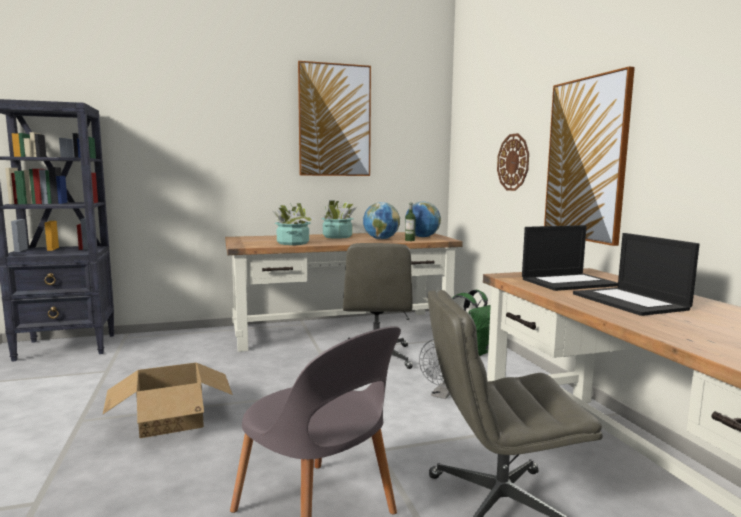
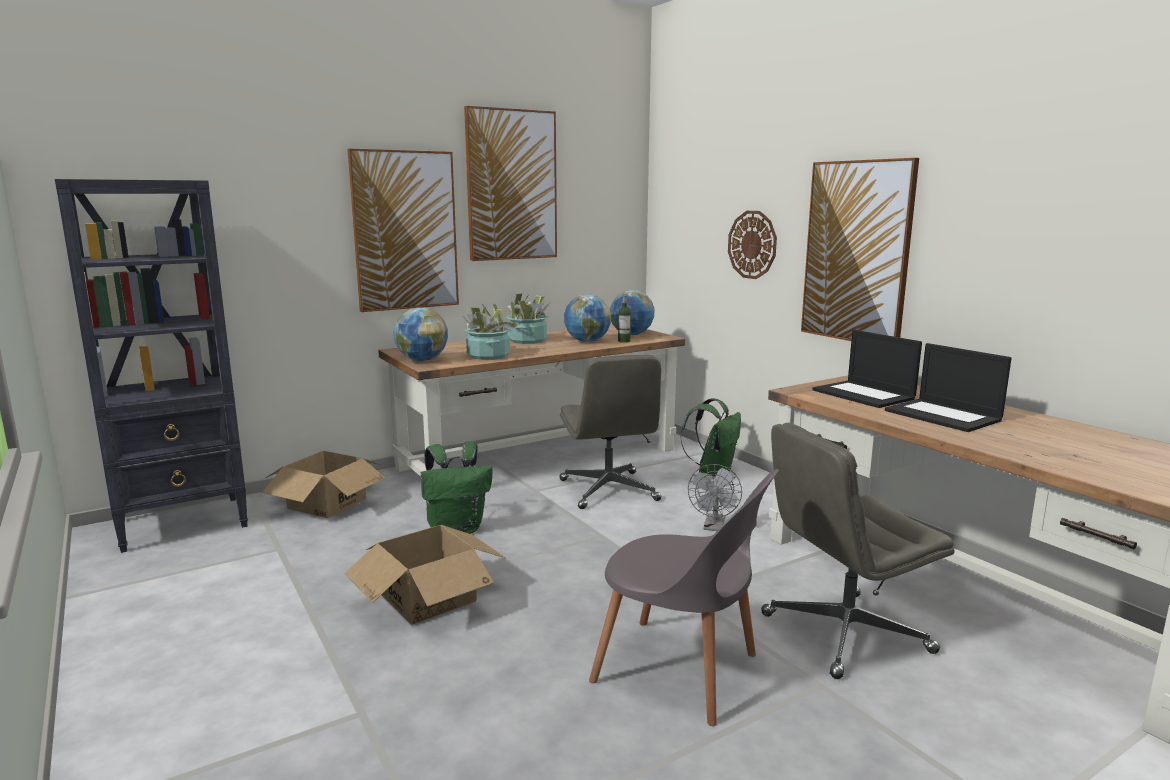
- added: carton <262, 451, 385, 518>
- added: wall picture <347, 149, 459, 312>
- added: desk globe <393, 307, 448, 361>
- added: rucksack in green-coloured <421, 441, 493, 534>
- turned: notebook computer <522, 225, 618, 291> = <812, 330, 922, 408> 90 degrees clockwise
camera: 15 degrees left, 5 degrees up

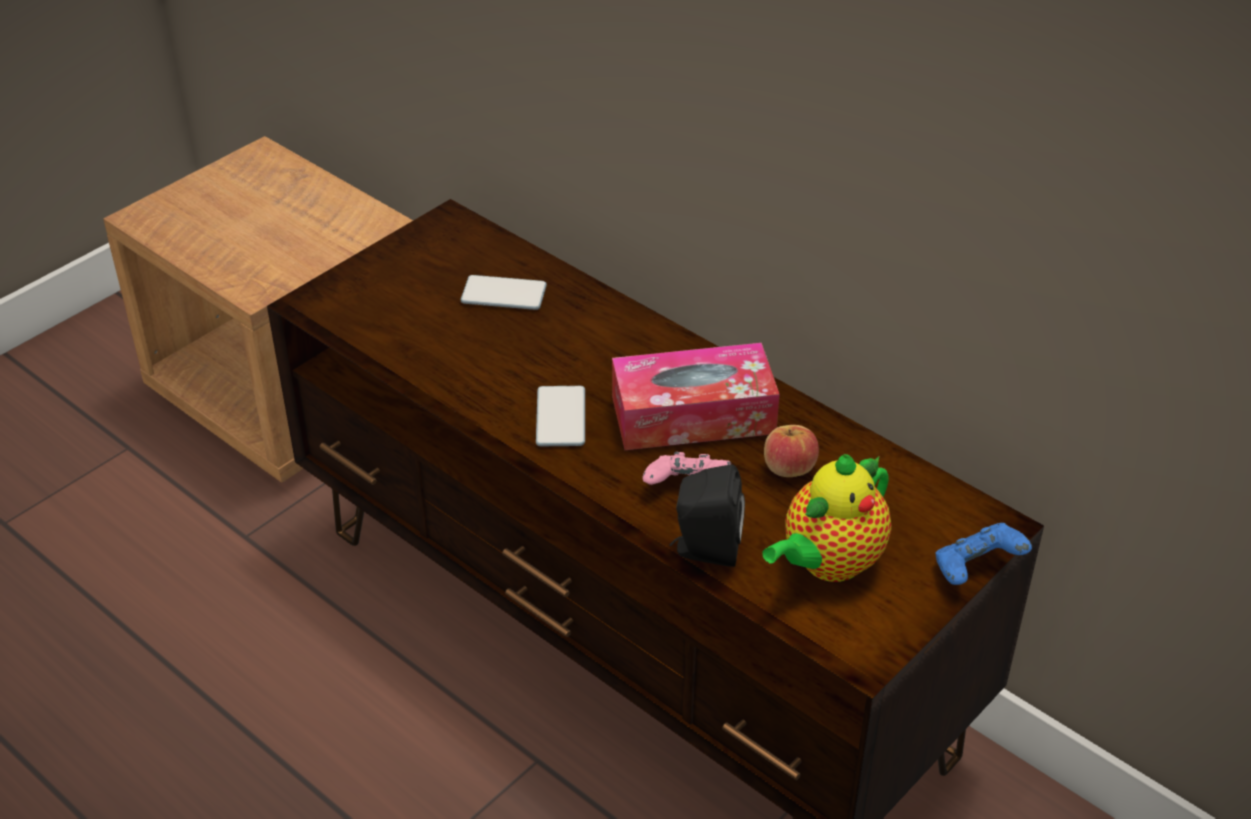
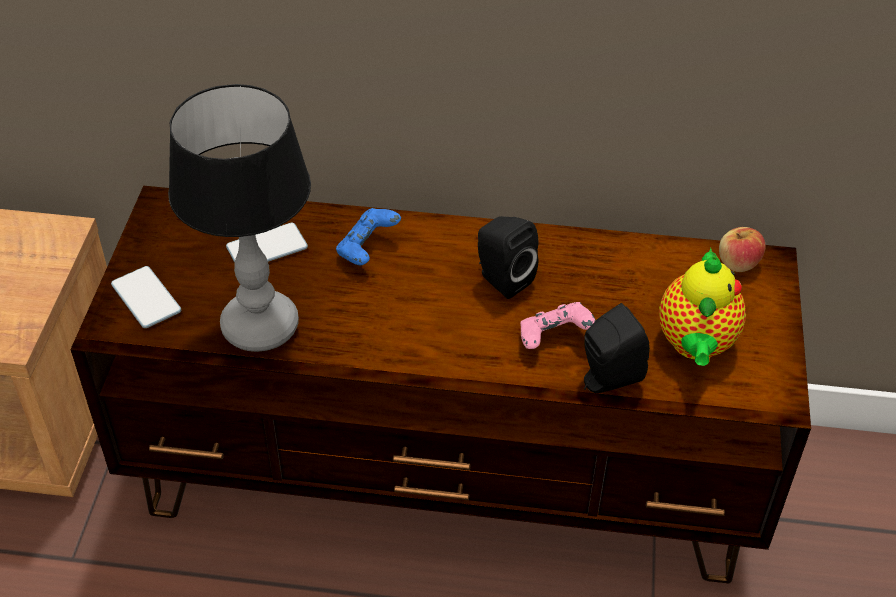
- moved: phone <536, 386, 585, 446> to <111, 266, 181, 328>
- added: table lamp <168, 84, 311, 352>
- moved: joypad in blue-coloured <935, 523, 1032, 585> to <336, 208, 401, 266>
- replaced: tissue holder <612, 343, 780, 450> to speaker in blackish <478, 216, 539, 299>
- moved: apple fruit <764, 425, 819, 477> to <719, 227, 766, 272>
camera: 35 degrees left, 5 degrees up

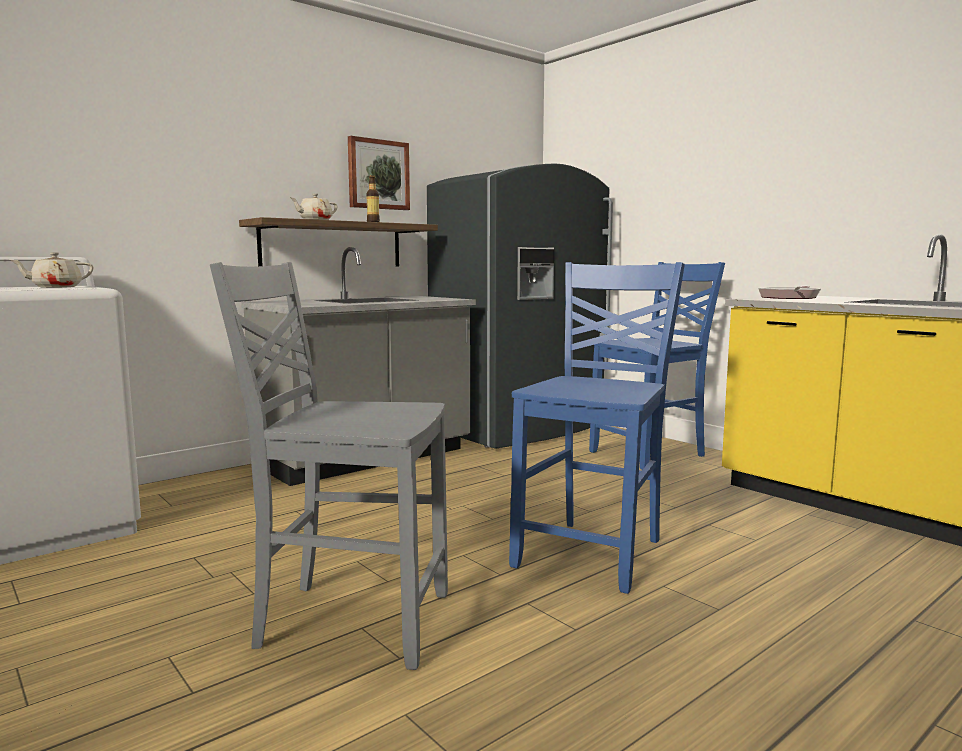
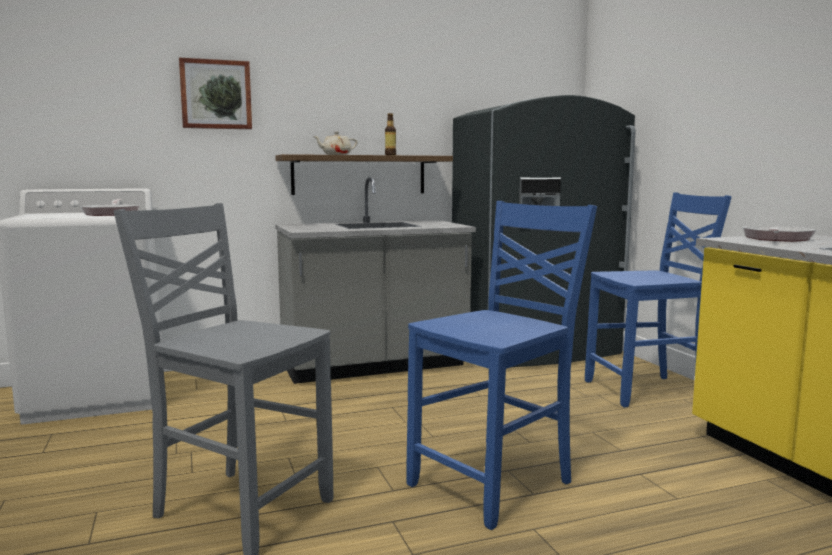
- replaced: tea pot in beige-coloured <11, 252, 93, 288> to frying pan <80, 199, 139, 216>
- moved: wall picture <348, 136, 410, 210> to <179, 58, 252, 129>
camera: 20 degrees right, 0 degrees up

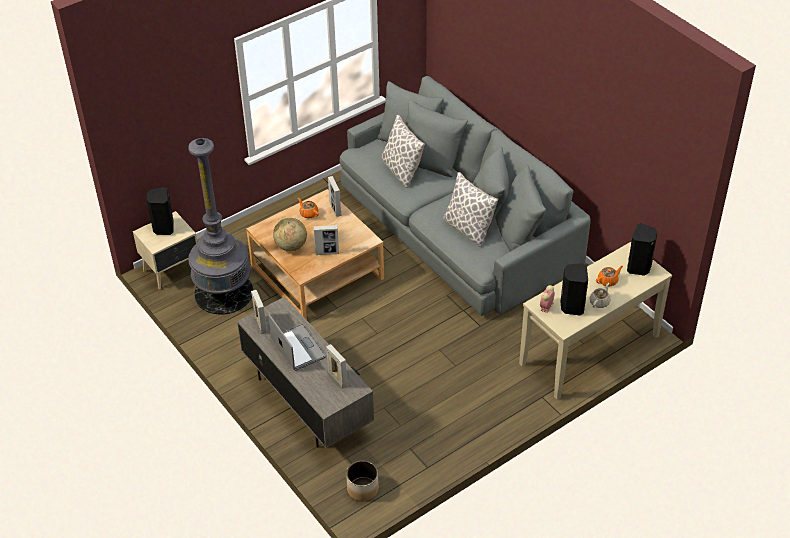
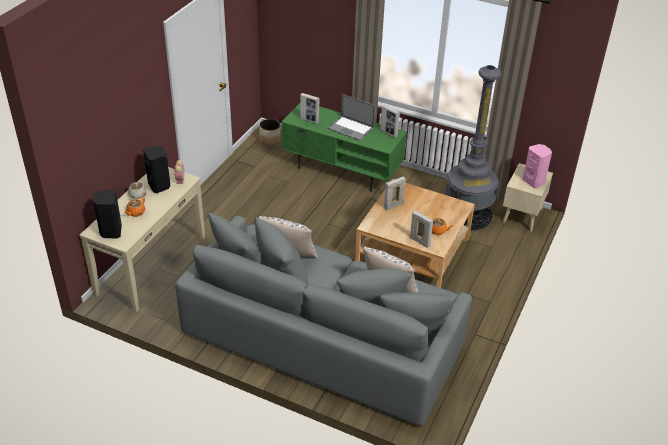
- recoloured: tv stand in gray <237, 297, 374, 448> to tv stand in green-coloured <282, 103, 407, 192>
- recoloured: speaker in blackish <147, 187, 174, 235> to speaker in pinkish <523, 144, 552, 188>
- removed: desk globe <273, 218, 307, 251>
camera: 150 degrees right, 5 degrees down

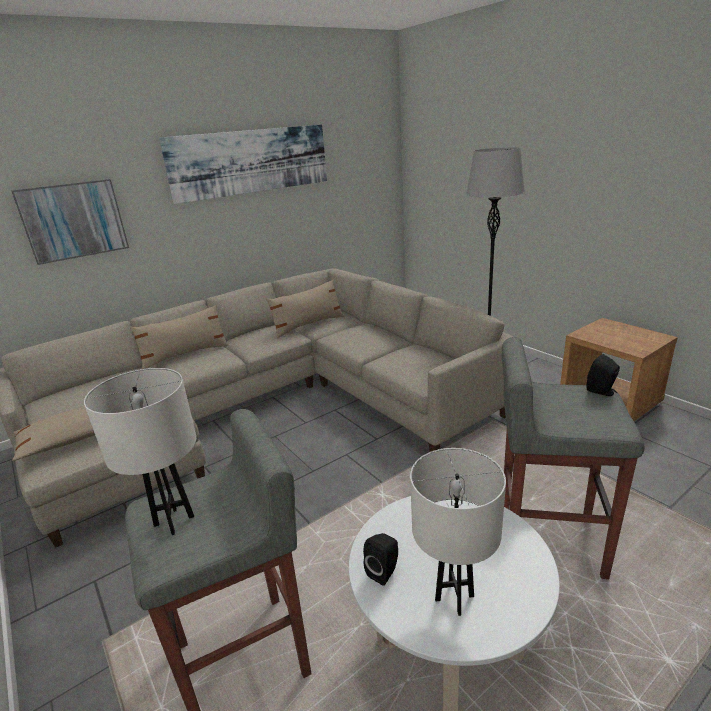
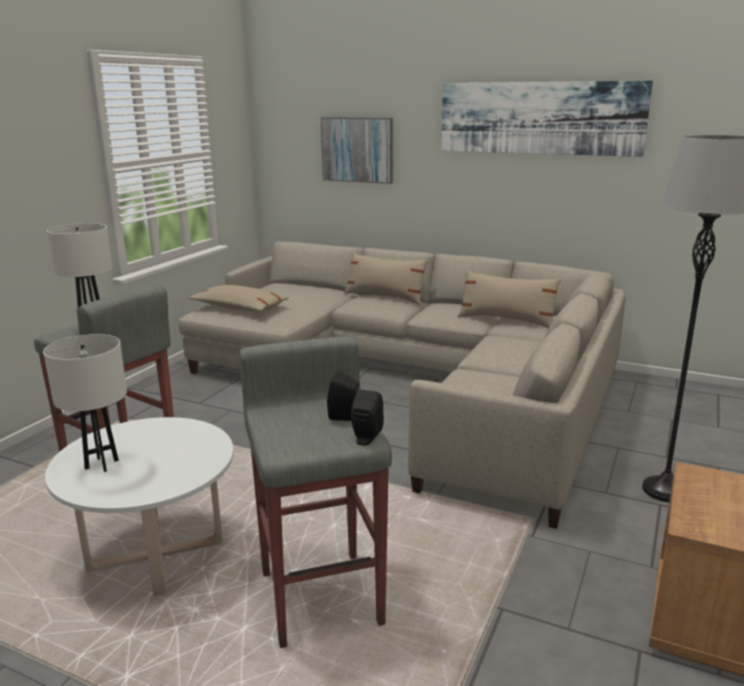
- moved: speaker in blackish <363, 533, 398, 586> to <327, 371, 359, 421>
camera: 60 degrees right, 5 degrees down

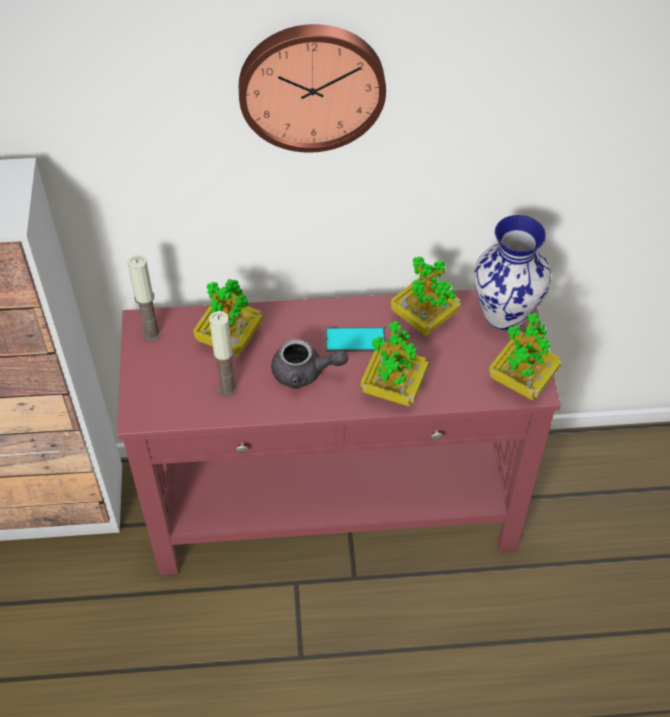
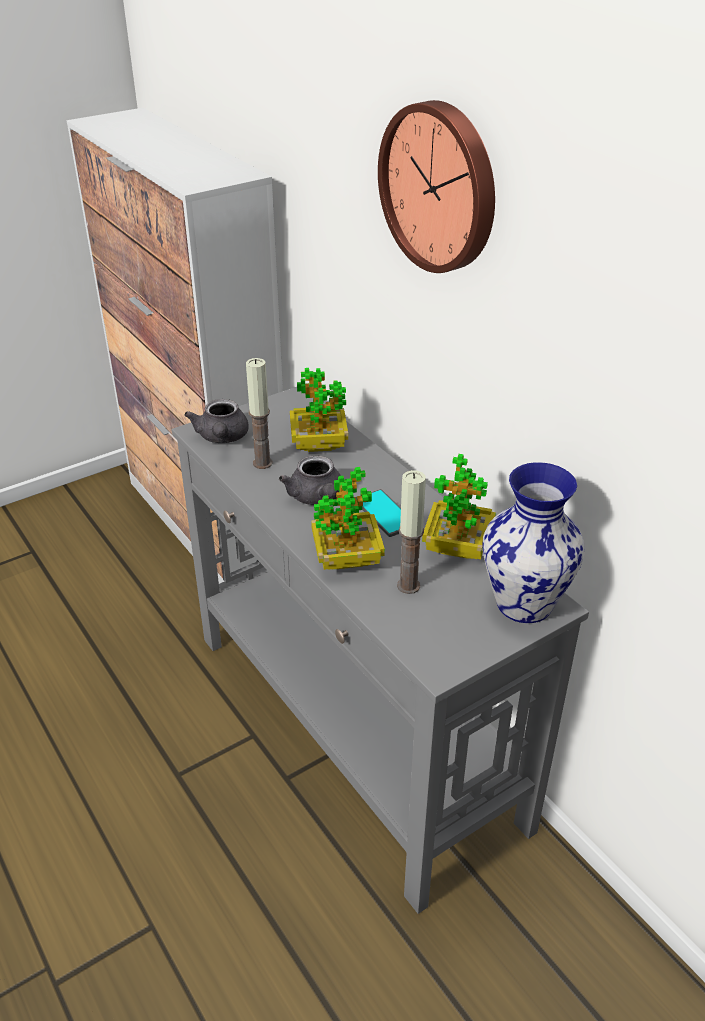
- recoloured: console table in red-coloured <117, 289, 561, 575> to console table in gray <172, 387, 589, 914>
- added: tea pot in gray <184, 399, 249, 443>
- moved: candle <128, 255, 161, 341> to <397, 470, 426, 594>
- removed: plant in a pot <489, 313, 561, 400>
camera: 60 degrees right, 15 degrees down

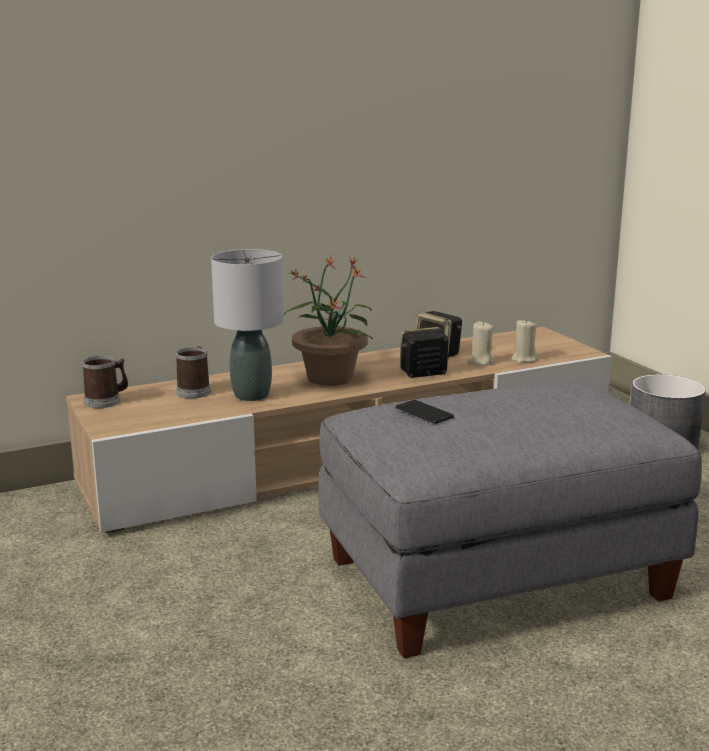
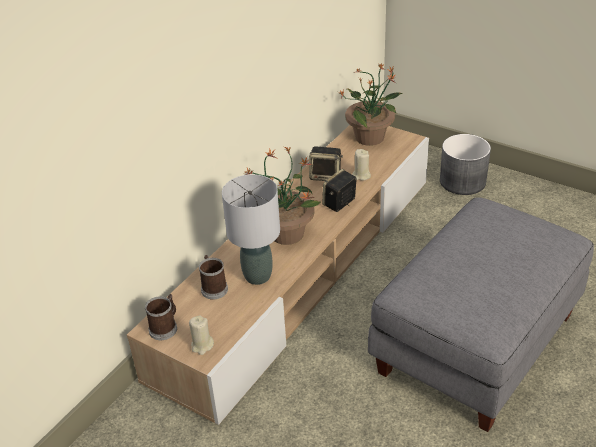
- moved: candle in beige-coloured <512, 319, 538, 363> to <189, 315, 214, 355>
- added: plant in a pot <338, 63, 402, 146>
- removed: phone <395, 400, 454, 424>
camera: 30 degrees left, 20 degrees up

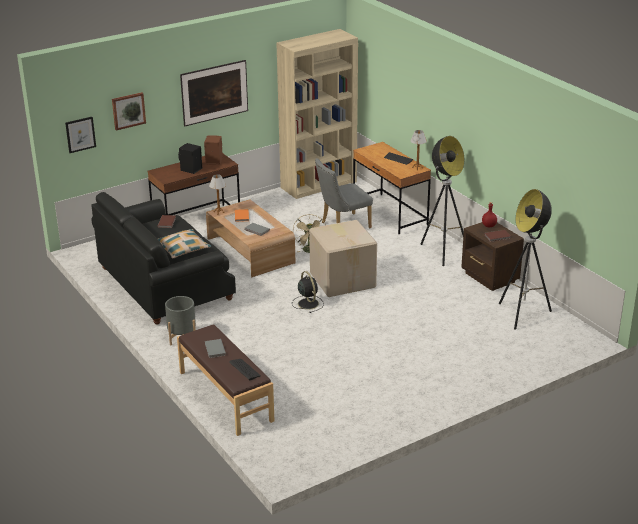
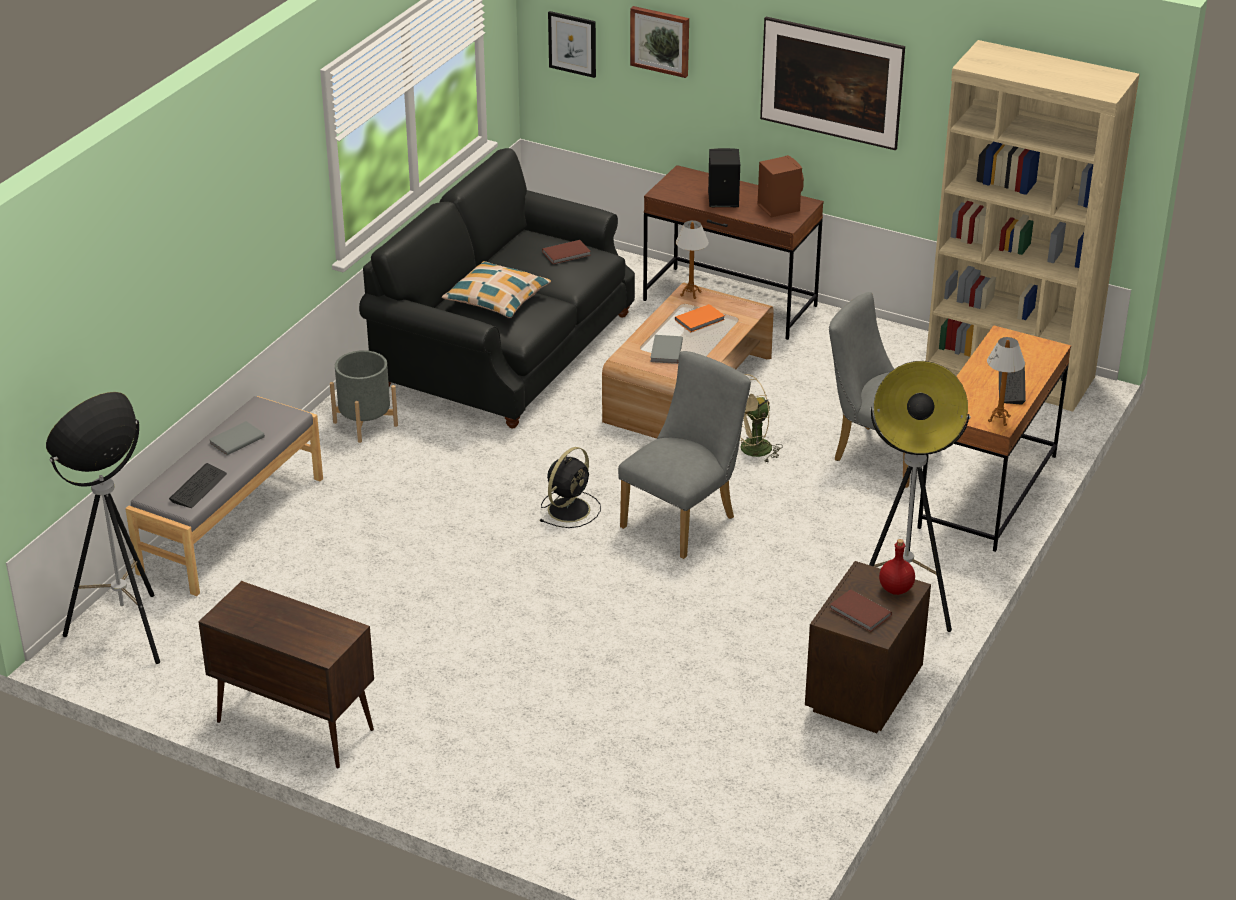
- moved: floor lamp <499, 189, 552, 330> to <46, 392, 160, 664>
- recoloured: long seat in brown <177, 324, 274, 436> to long seat in gray <125, 396, 323, 596>
- added: cabinet in brown <198, 581, 374, 768>
- replaced: carton <309, 220, 377, 297> to plain chair in gray <618, 351, 751, 559>
camera: 60 degrees right, 5 degrees up

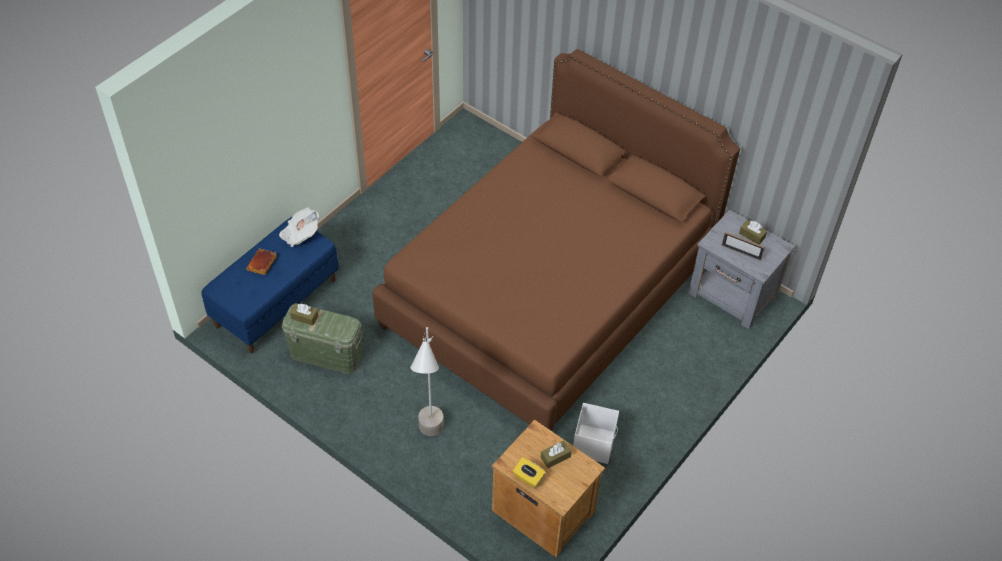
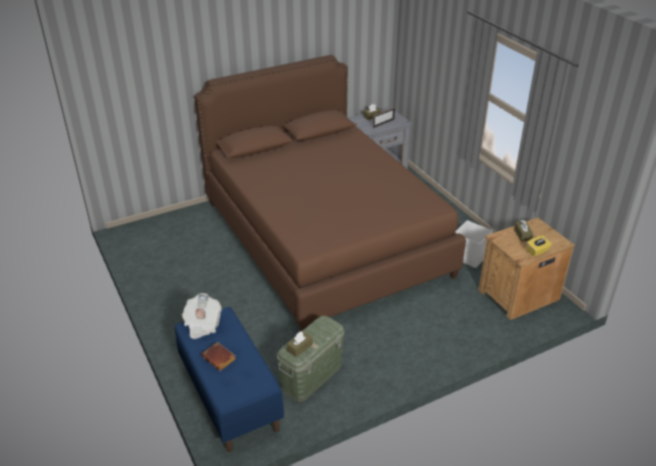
- removed: floor lamp in gray <410, 327, 444, 436>
camera: 65 degrees left, 15 degrees down

